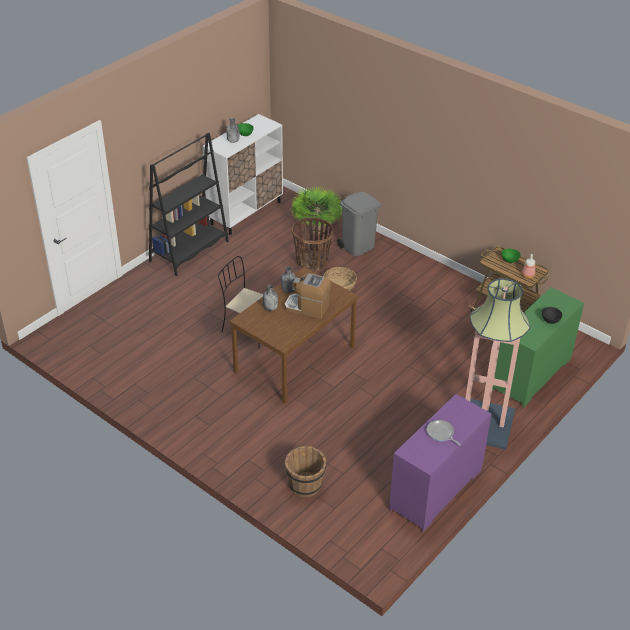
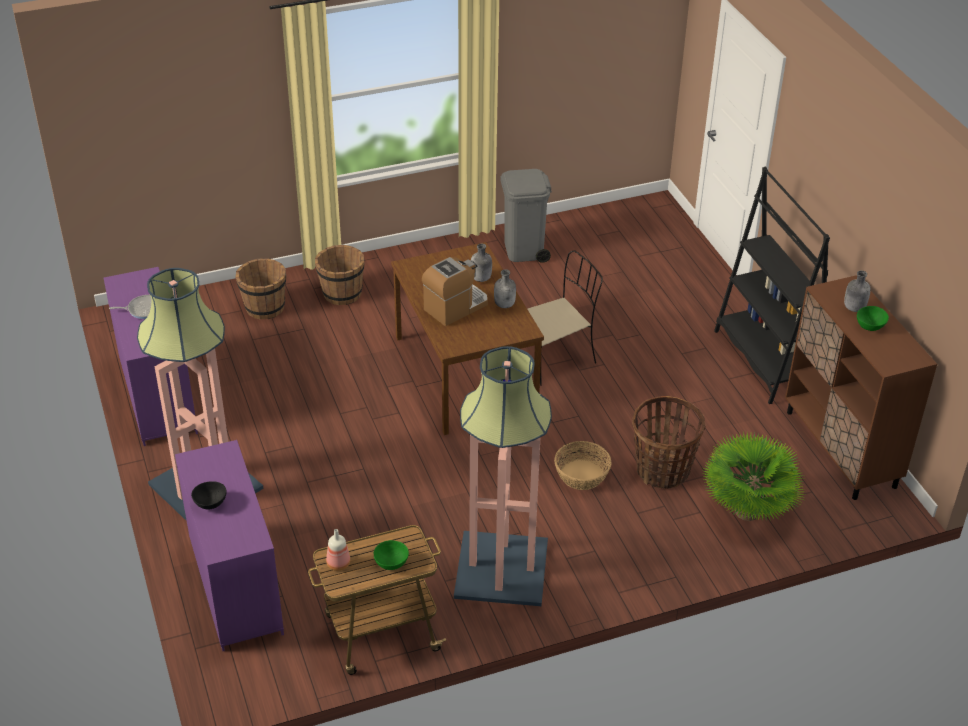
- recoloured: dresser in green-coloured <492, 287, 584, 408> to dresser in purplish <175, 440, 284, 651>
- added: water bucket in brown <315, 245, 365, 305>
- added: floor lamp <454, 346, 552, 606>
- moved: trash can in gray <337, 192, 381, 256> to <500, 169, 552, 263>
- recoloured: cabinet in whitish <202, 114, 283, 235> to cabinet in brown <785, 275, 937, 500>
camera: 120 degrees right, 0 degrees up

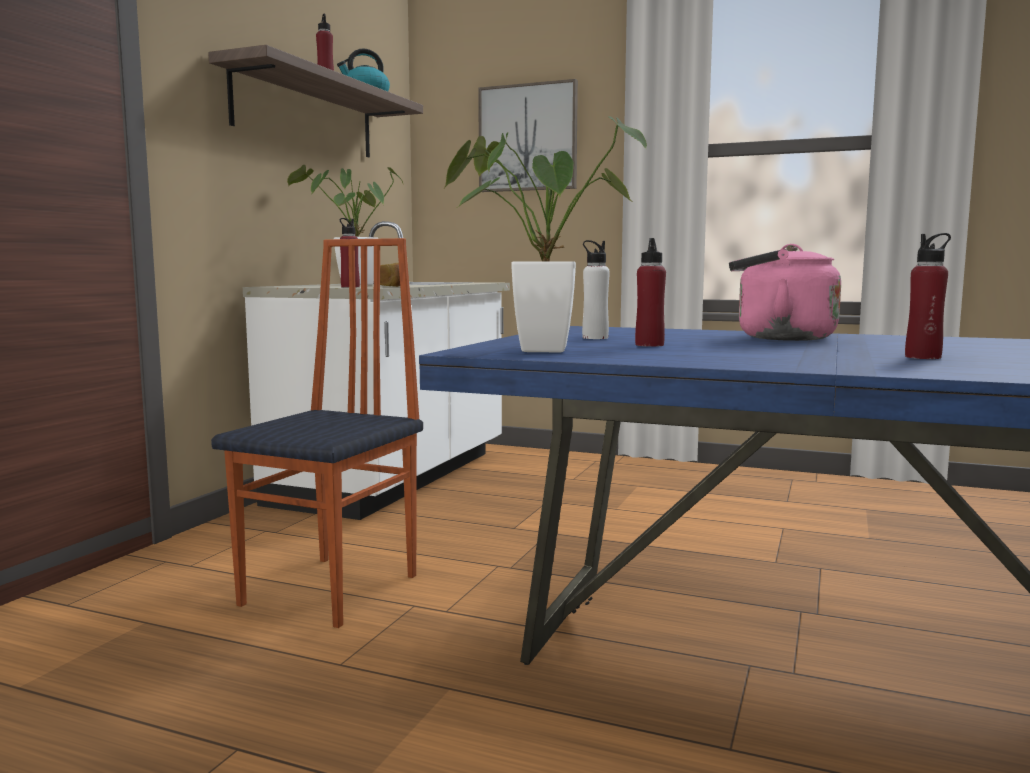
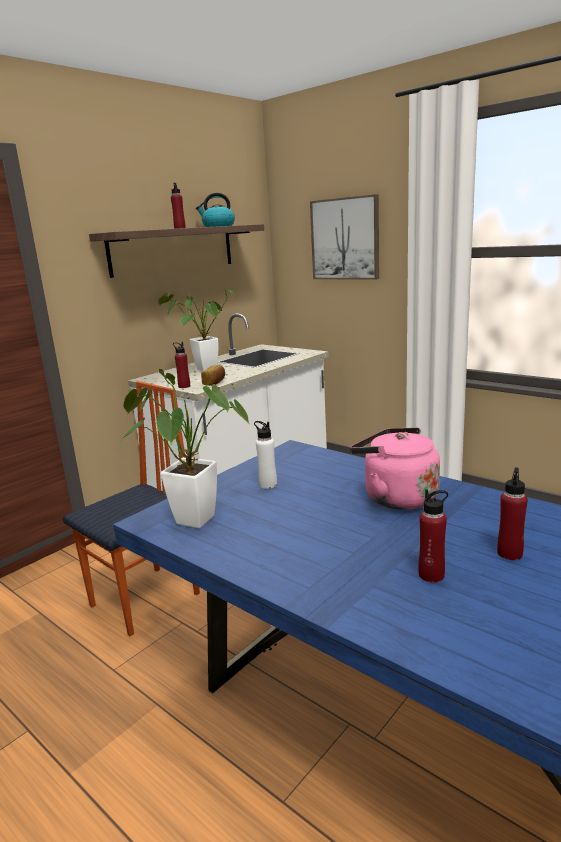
- moved: drink bottle in red-coloured <635, 238, 666, 347> to <497, 467, 528, 560>
camera: 20 degrees right, 10 degrees up

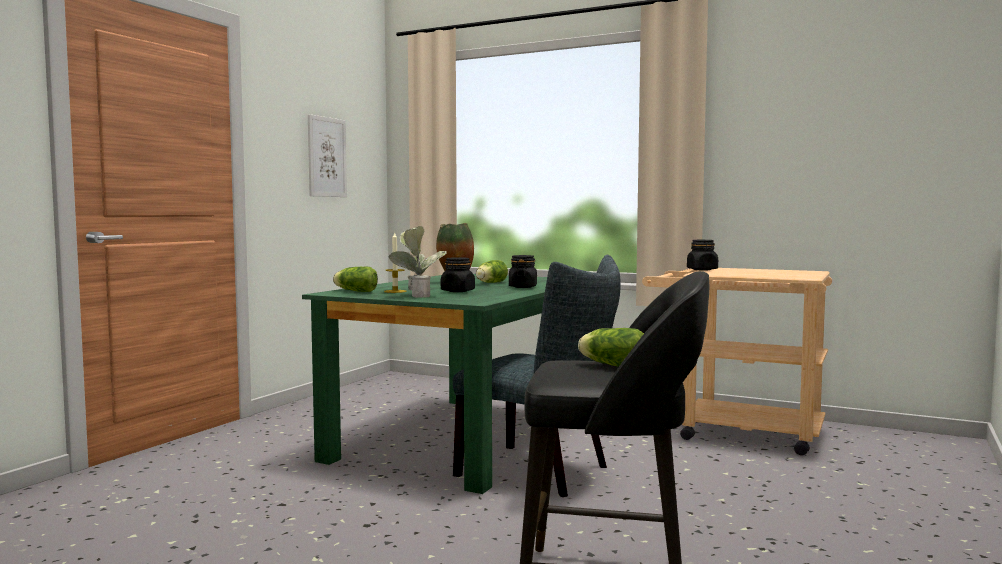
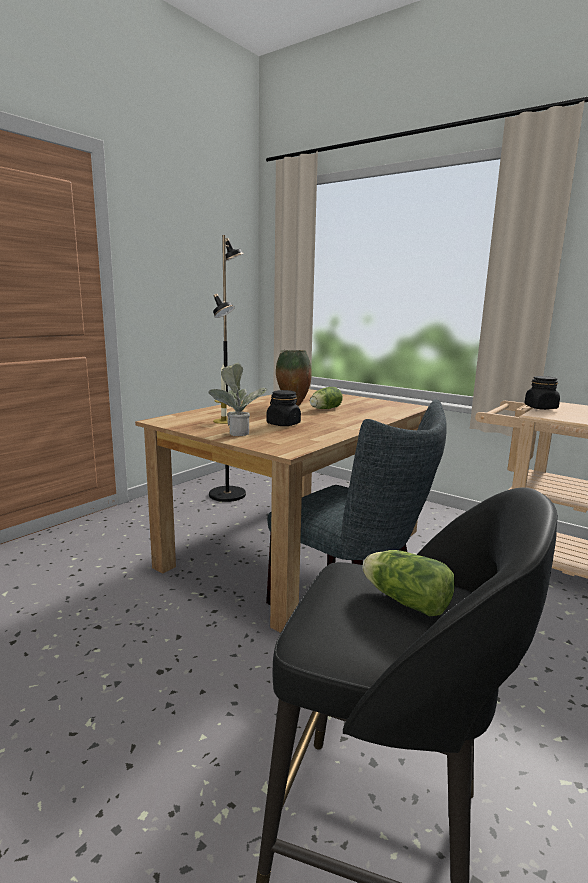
- recoloured: kitchen table in green-coloured <302, 274, 547, 494> to kitchen table in brown <135, 389, 429, 633>
- added: floor lamp in blackish <209, 235, 246, 502>
- removed: wall picture <308, 114, 347, 197>
- removed: lettuce <333, 267, 378, 292>
- removed: preserve jar in blackish <509, 255, 537, 288>
camera: 10 degrees right, 10 degrees up

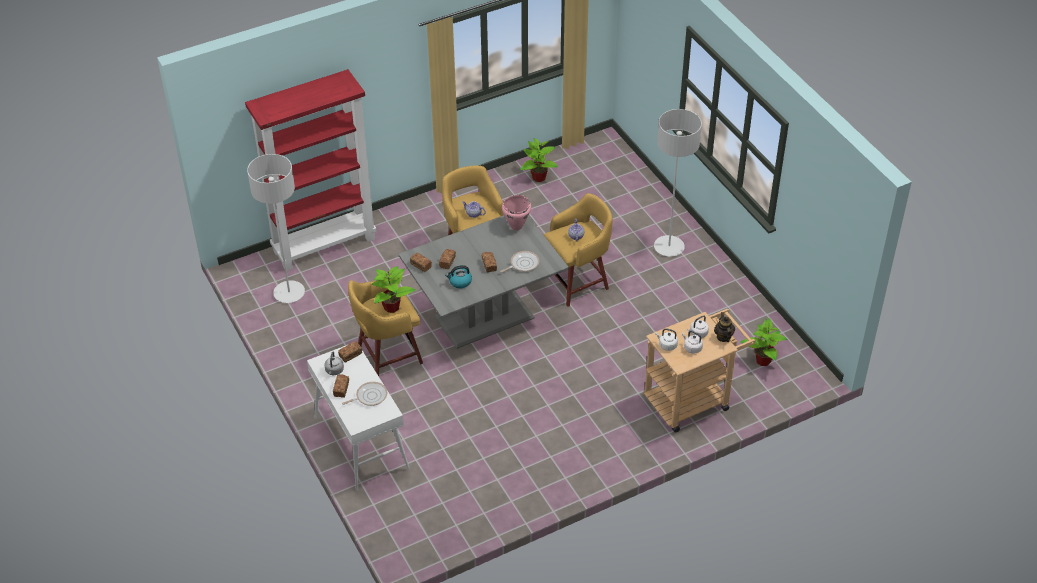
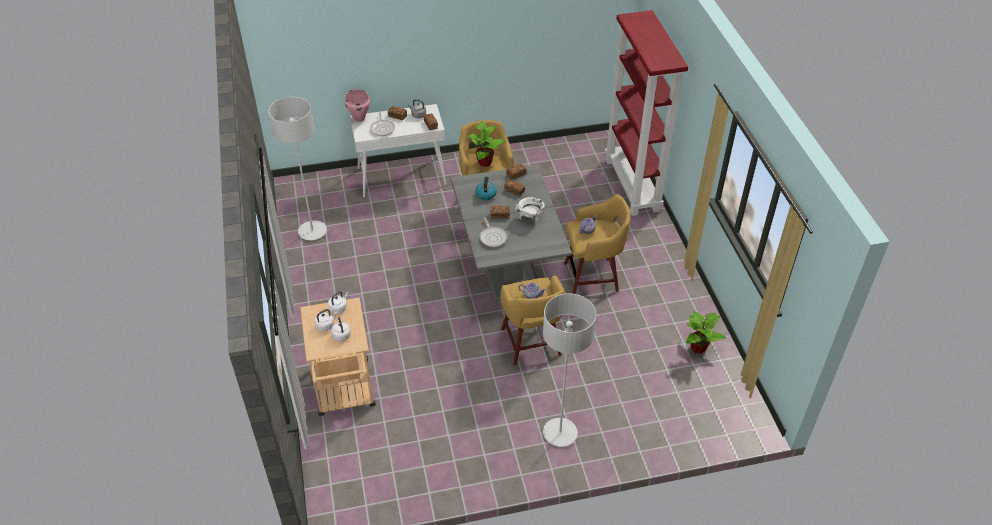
- moved: floor lamp in gray <247, 154, 305, 303> to <268, 97, 327, 240>
- moved: stockpot in pinkish <502, 195, 531, 230> to <345, 89, 370, 122>
- added: stockpot in whitish <515, 197, 545, 221>
- removed: tea pot <714, 312, 735, 342>
- removed: plant in a pot <741, 318, 787, 366>
camera: 105 degrees right, 0 degrees up

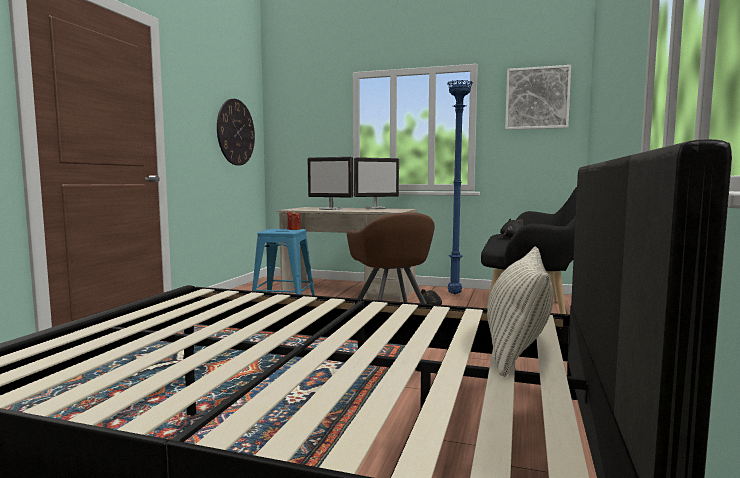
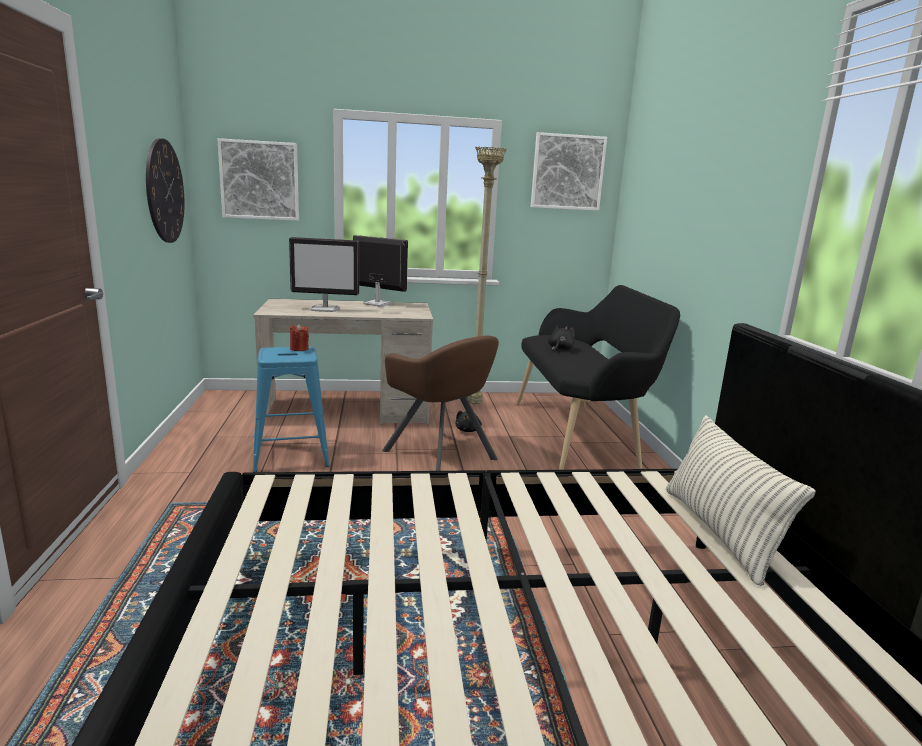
- added: wall picture <218, 138, 299, 221>
- turned: computer display <354, 157, 399, 209> = <353, 235, 408, 307> 105 degrees counterclockwise
- recoloured: floor lamp in blue-coloured <447, 80, 473, 294> to floor lamp in beige-coloured <467, 146, 507, 405>
camera: 25 degrees left, 10 degrees up

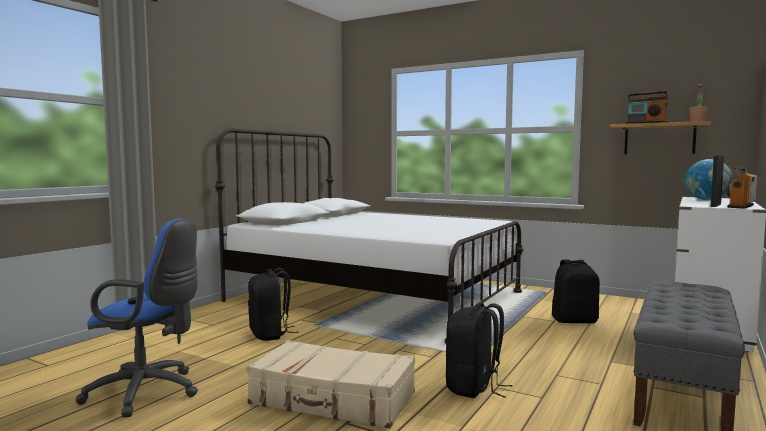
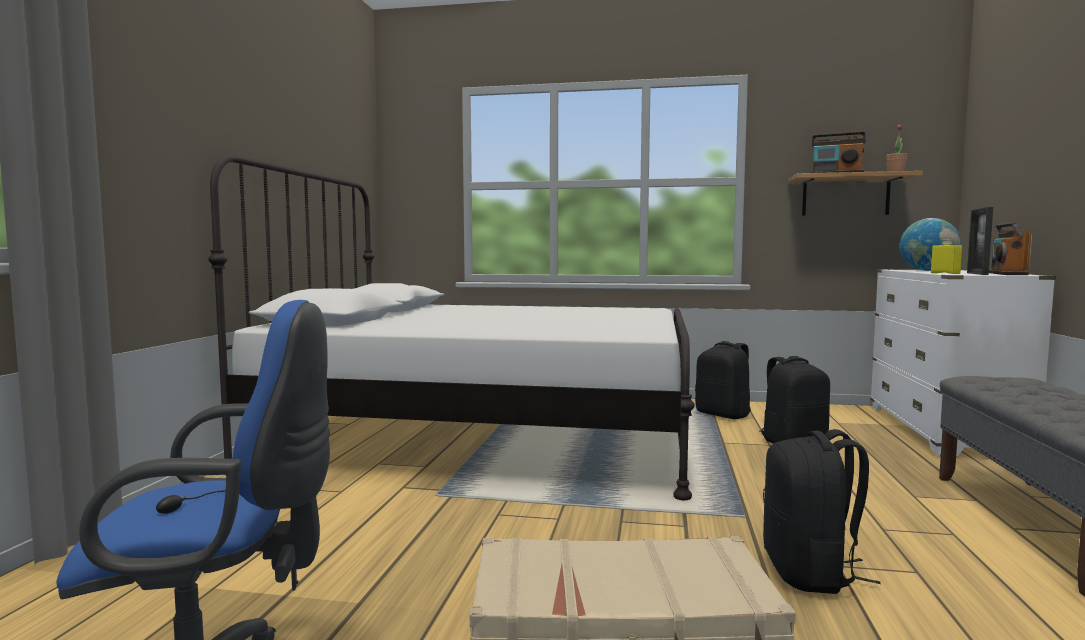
- moved: rucksack in blackish <248, 268, 299, 341> to <695, 341, 751, 419>
- added: drink bottle in yellow-coloured <931, 238, 962, 274>
camera: 20 degrees left, 0 degrees up

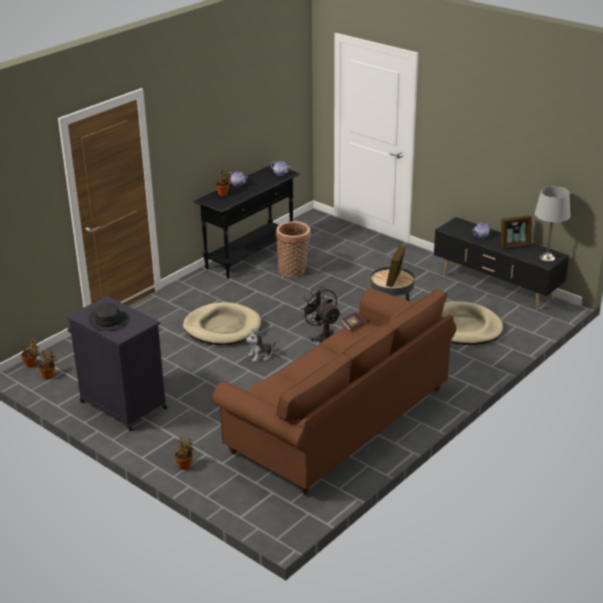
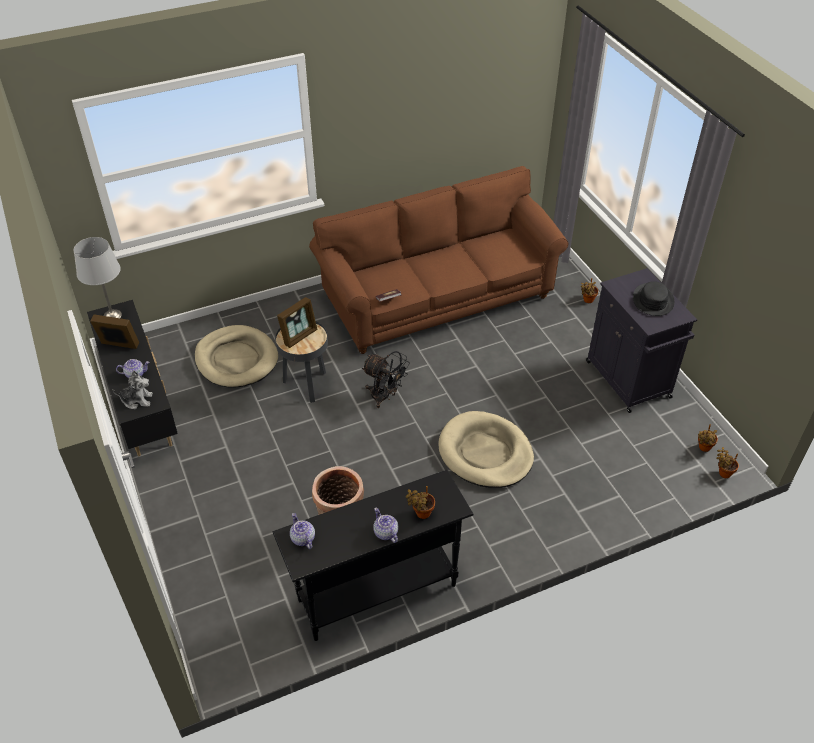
- moved: cuddly toy <246, 328, 276, 362> to <113, 370, 153, 409>
- turned: cooling fan in blackish <300, 286, 341, 342> = <362, 351, 410, 408> 45 degrees counterclockwise
camera: 155 degrees left, 15 degrees up

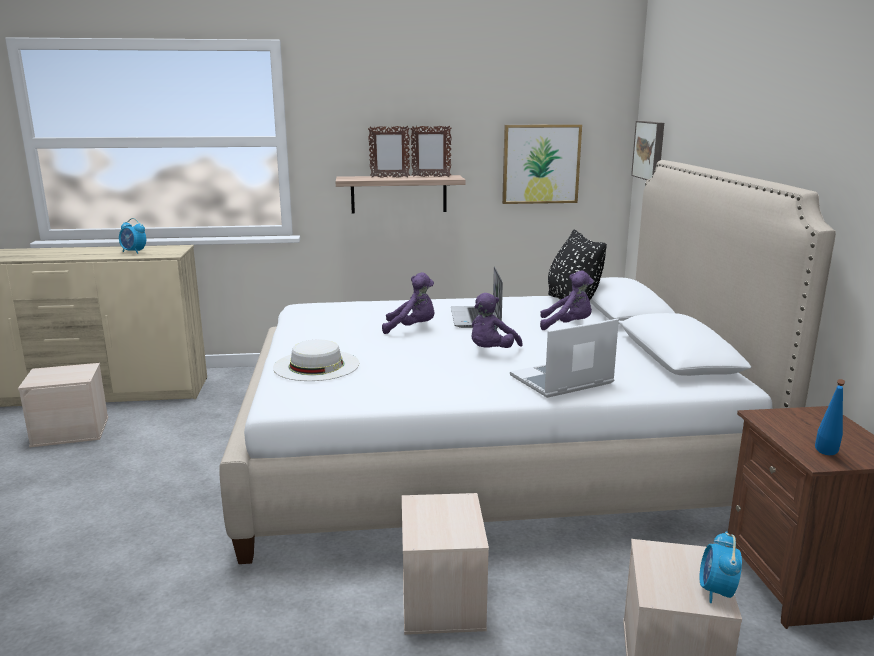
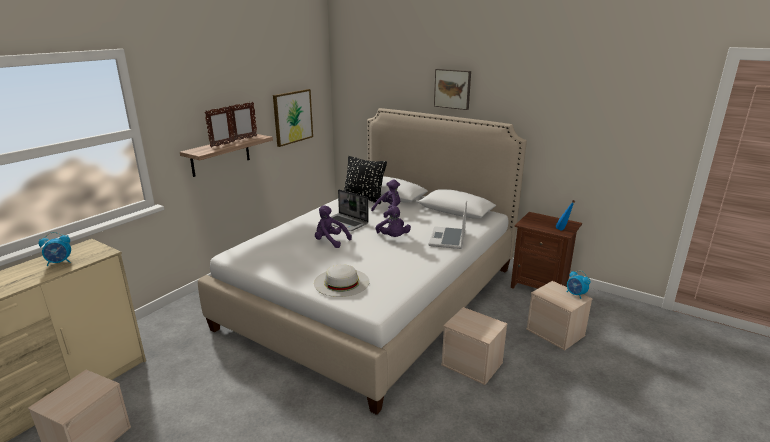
- turned: cuddly toy in purplish <382, 272, 434, 334> = <315, 205, 352, 248> 105 degrees counterclockwise
- moved: wall picture <631, 121, 664, 180> to <434, 69, 471, 110>
camera: 50 degrees left, 5 degrees up

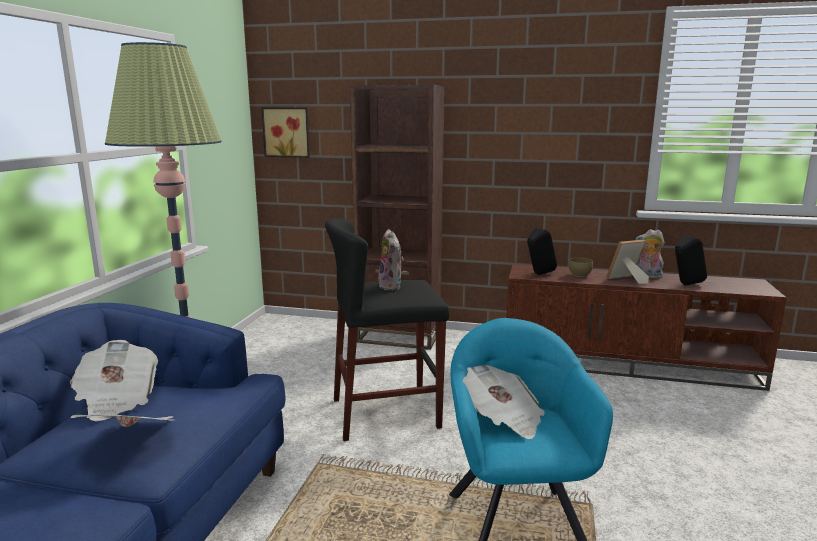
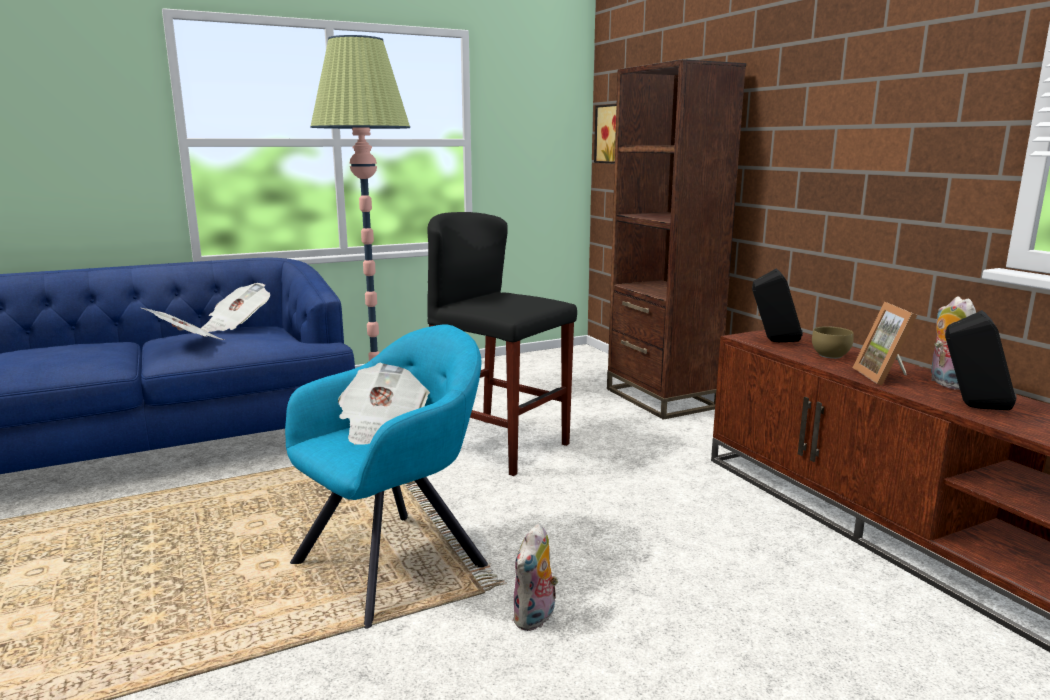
- moved: cuddly toy <378, 229, 404, 291> to <512, 523, 558, 631>
- turned: photo frame <606, 239, 649, 284> = <852, 302, 917, 385> 120 degrees counterclockwise
camera: 50 degrees right, 0 degrees up

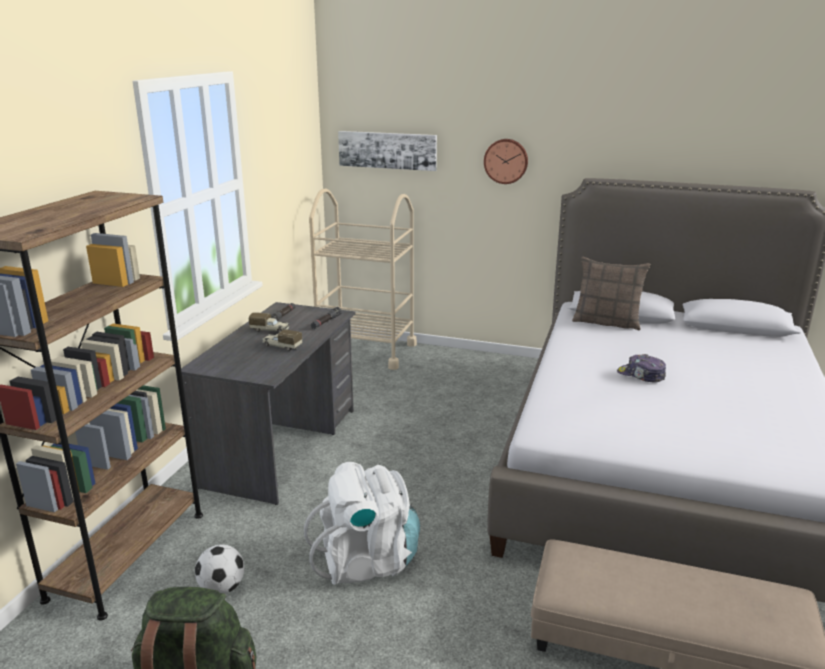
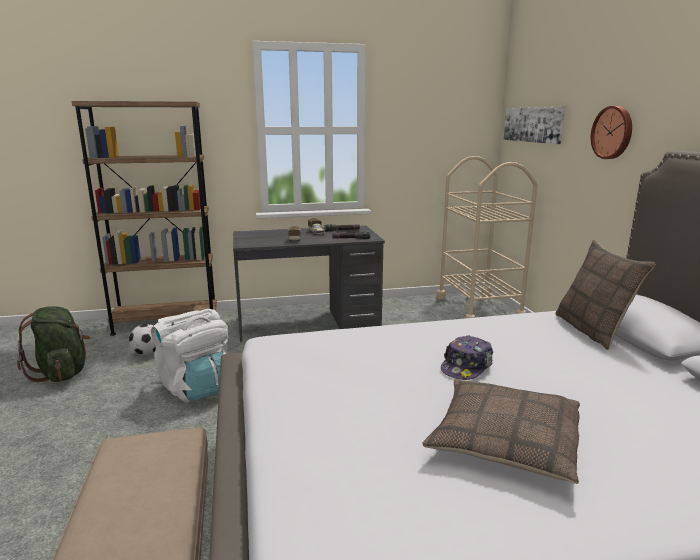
- added: cushion <422, 379, 580, 484>
- turned: peaked cap <617, 354, 666, 383> = <441, 335, 493, 380> 150 degrees counterclockwise
camera: 60 degrees right, 5 degrees down

